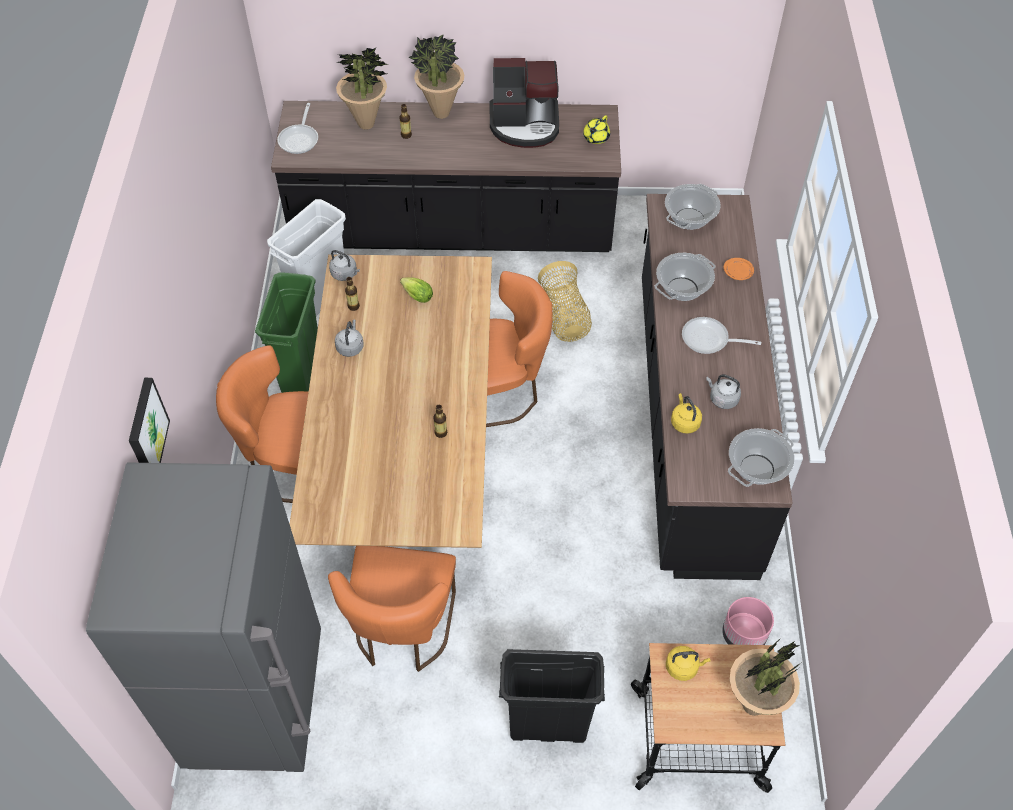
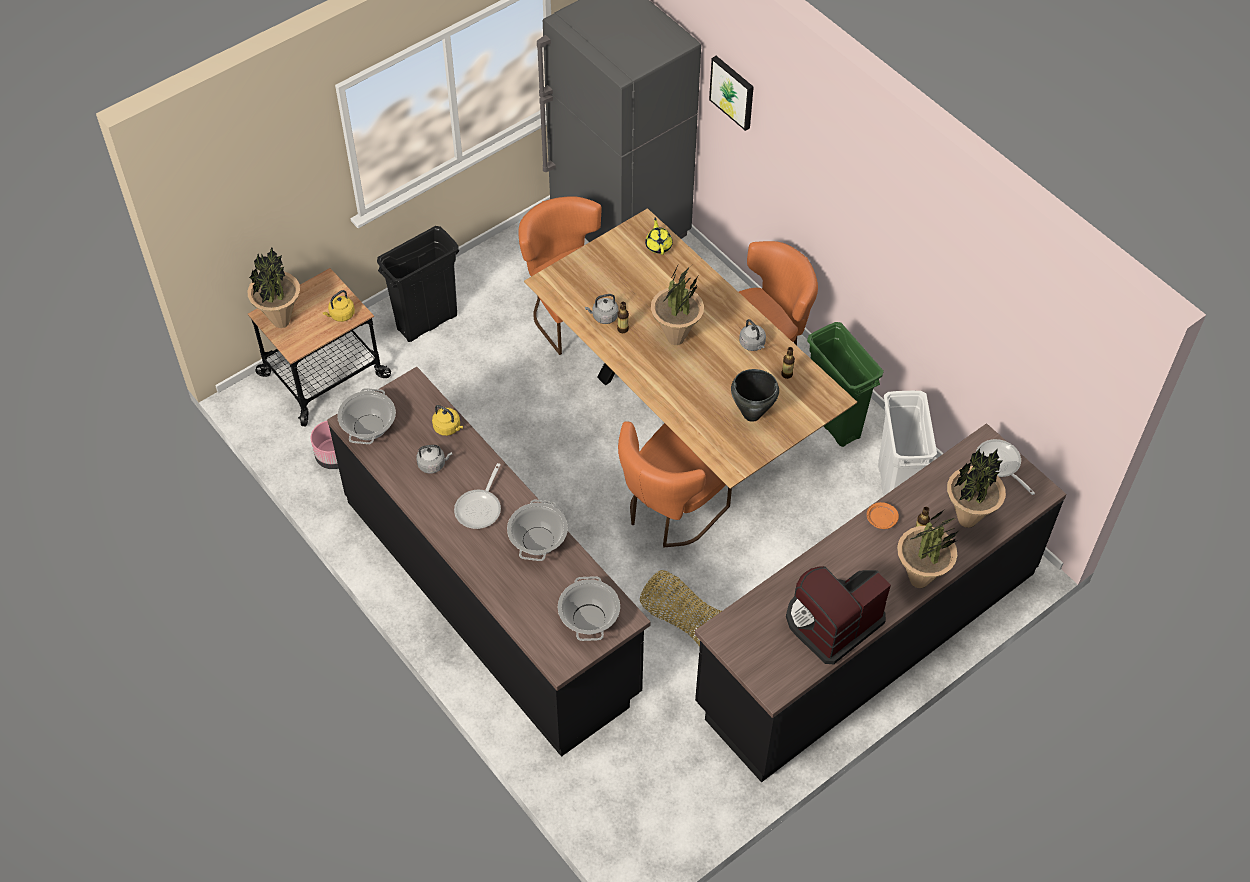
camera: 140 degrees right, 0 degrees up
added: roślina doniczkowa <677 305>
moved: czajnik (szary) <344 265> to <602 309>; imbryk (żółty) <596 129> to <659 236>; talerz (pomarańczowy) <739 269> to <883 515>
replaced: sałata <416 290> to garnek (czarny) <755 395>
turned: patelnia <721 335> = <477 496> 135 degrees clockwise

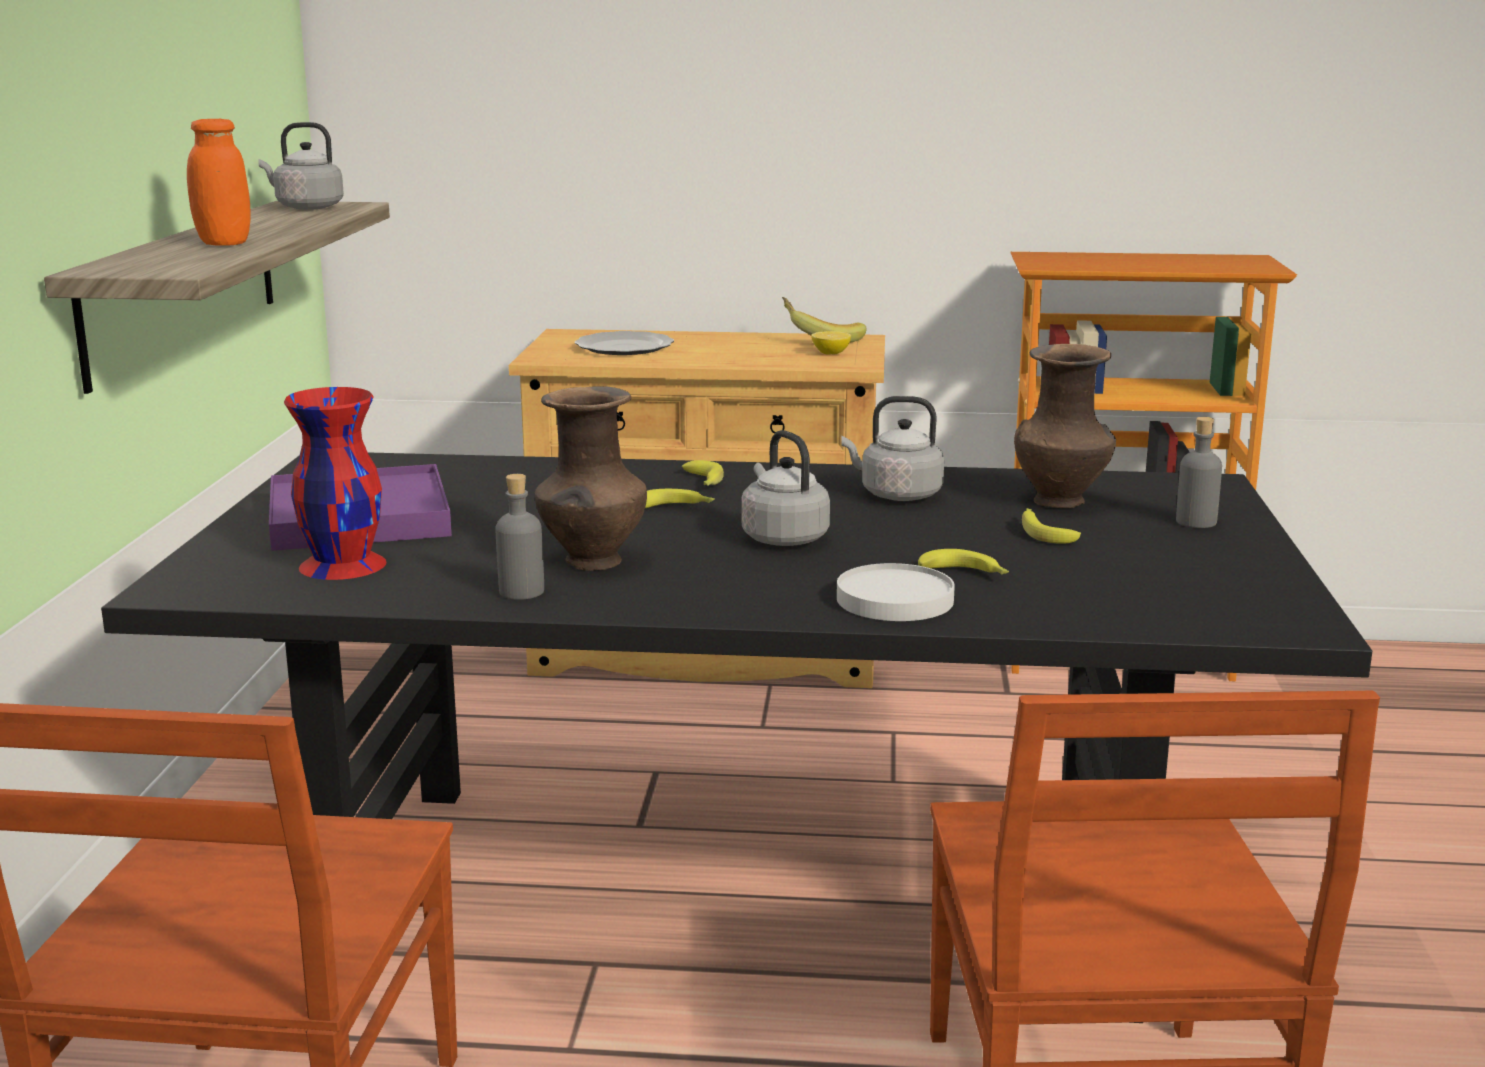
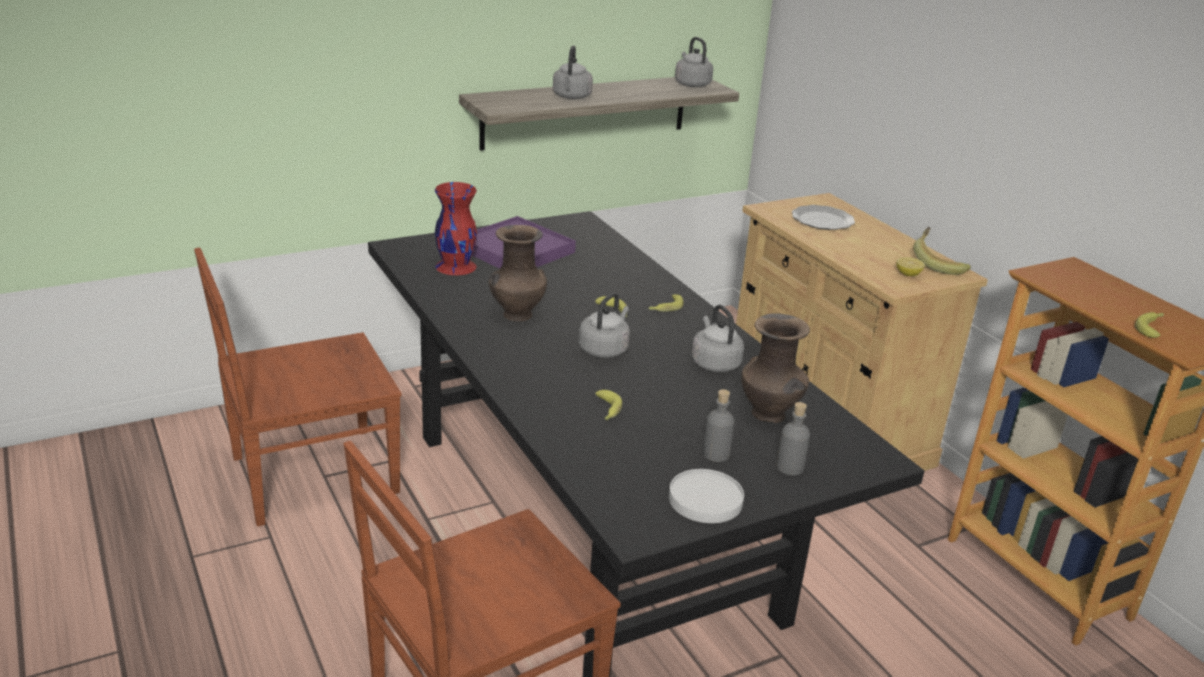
camera: 55 degrees right, 10 degrees up
moved: talerz (biały) <896 592> to <706 496>; butelka (szary) <519 537> to <719 425>; banan <1051 526> to <1149 325>
replaced: słoik (pomarańczowy) <219 182> to czajnik (szary) <573 72>

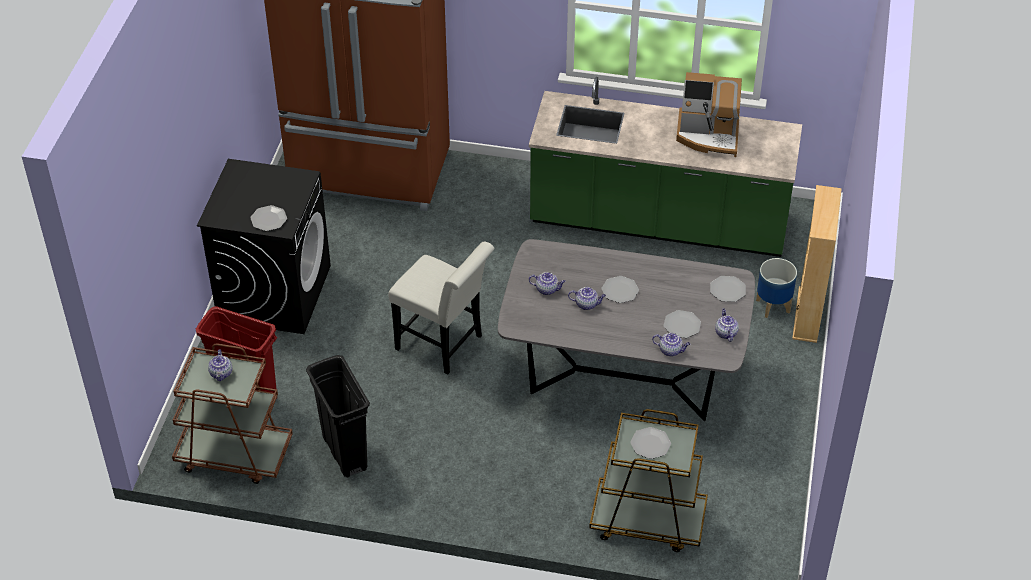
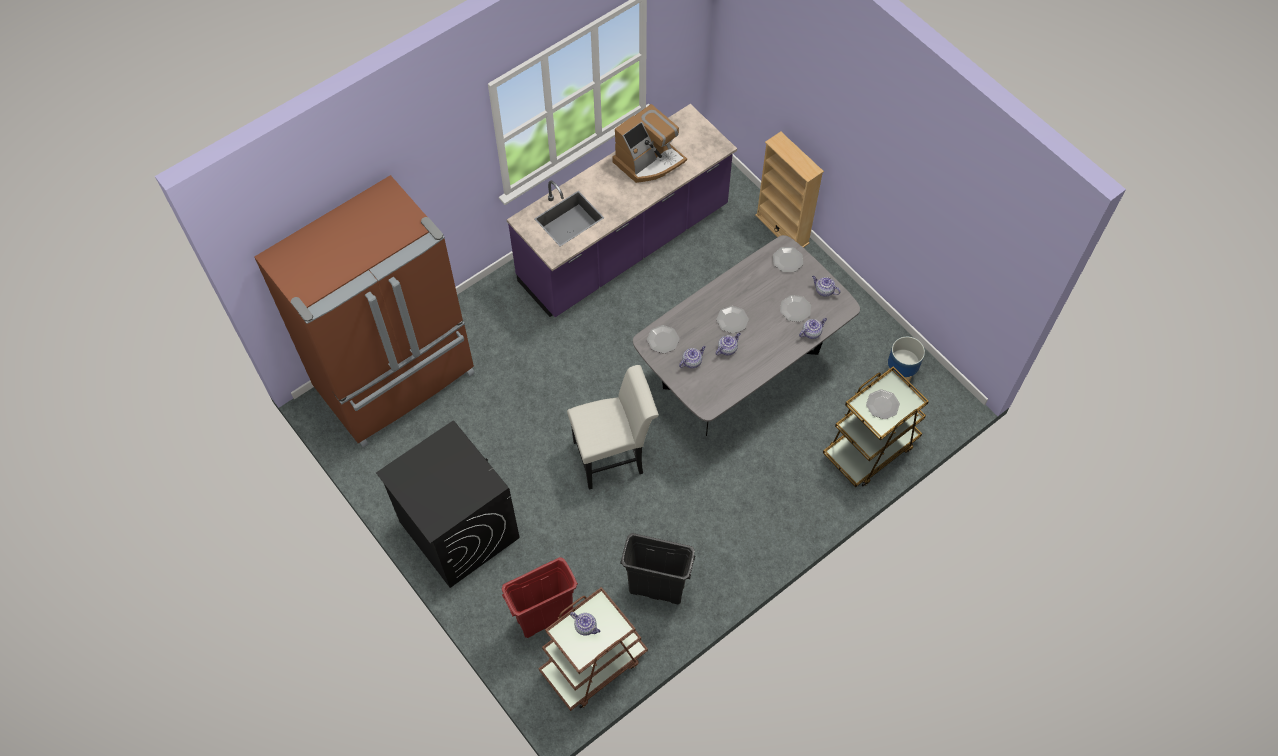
camera: 50 degrees left, 15 degrees up
moved: talerz <268 218> to <663 339>; donica <776 288> to <906 361>
recoloured: zabudowa kuchenna (zielony) <665 167> to zabudowa kuchenna (fioletowy) <622 210>

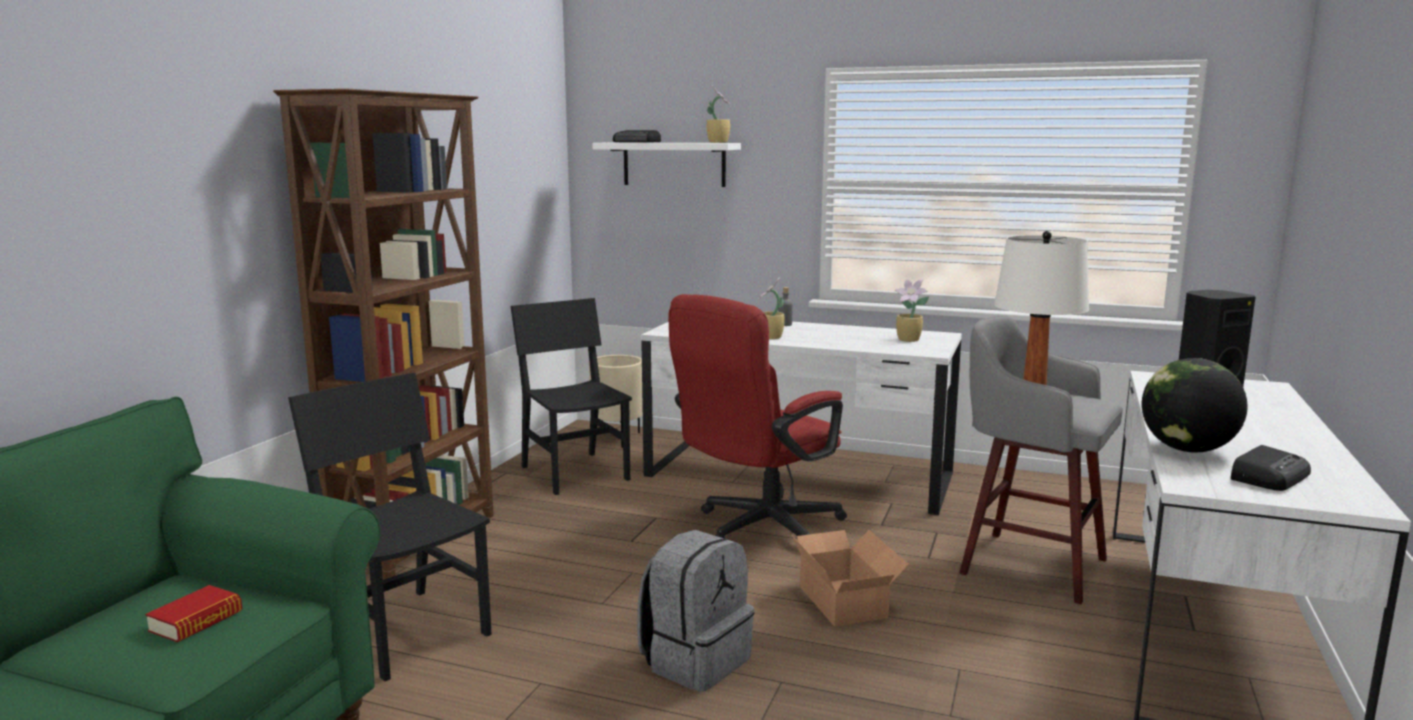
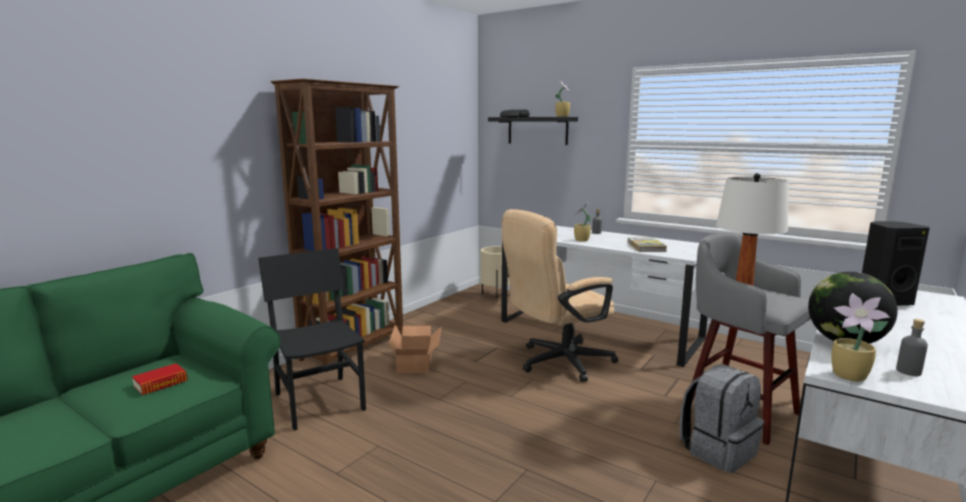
camera: 15 degrees right, 0 degrees up
removed: krzesło (czarny) <571 396>
added: książka <647 244>
moved: karton <850 578> to <415 349>; plecak (szary) <695 611> to <722 418>; roślina doniczkowa <912 310> to <860 337>
replaced: radio <1271 468> to butelka (szary) <912 347>
recoloured: półka (biały) <666 164> to półka (czarny) <533 131>; krzesło biurowe (czerwony) <757 416> to krzesło biurowe (beżowy) <560 295>

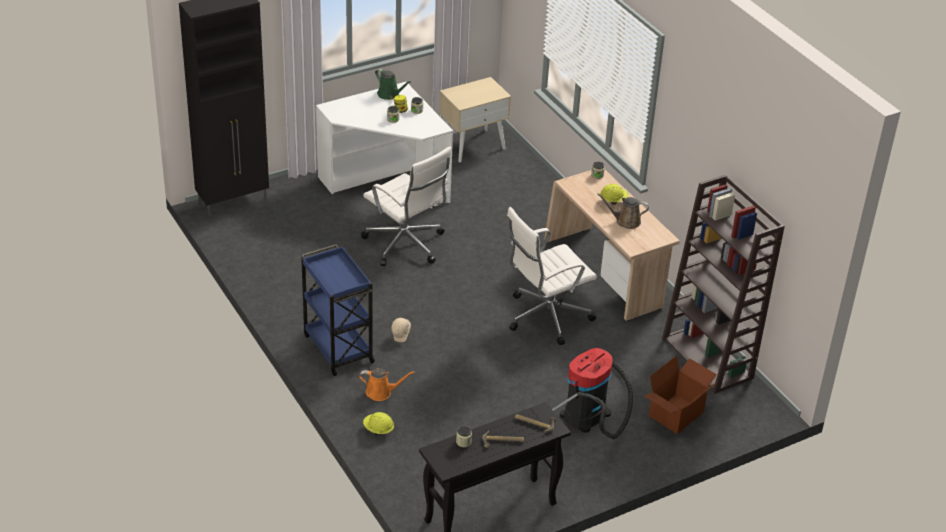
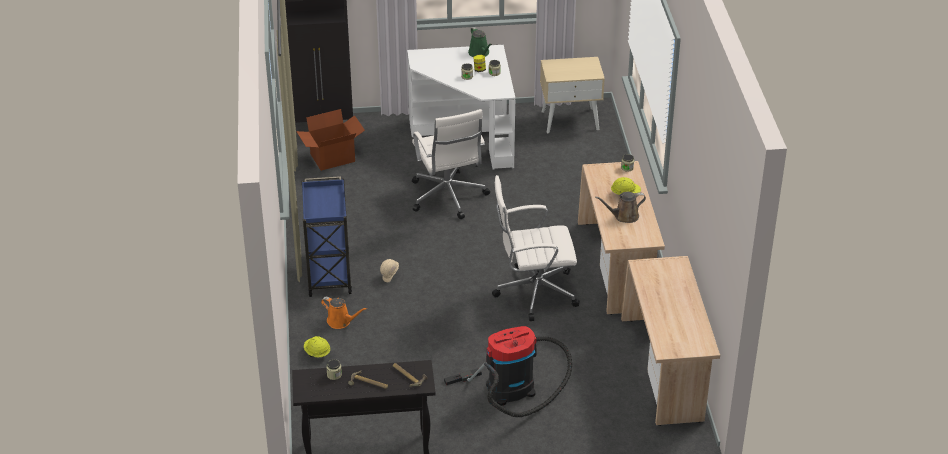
camera: 25 degrees right, 0 degrees up
moved: karton <681 394> to <330 140>
replaced: regał (brązowy) <723 284> to biurko (beżowy) <670 341>
turned: konewka (brązowy) <623 211> = <620 207> 45 degrees counterclockwise

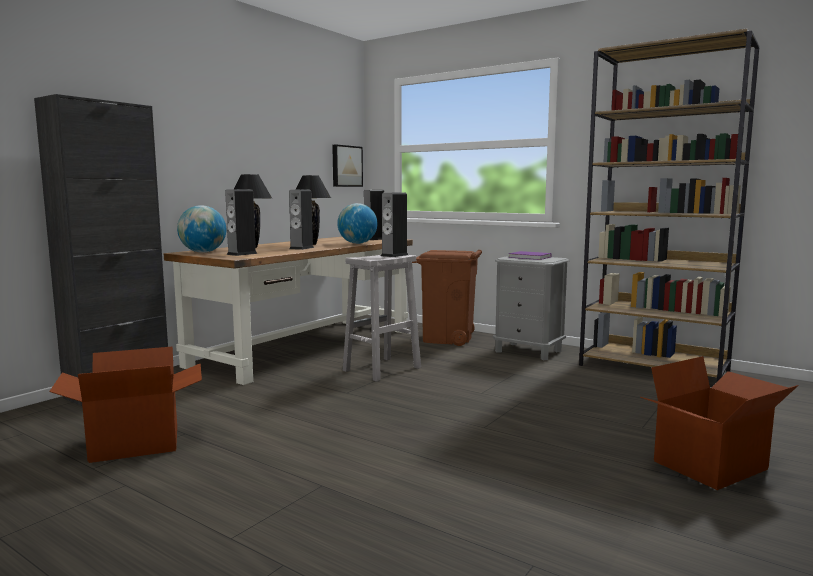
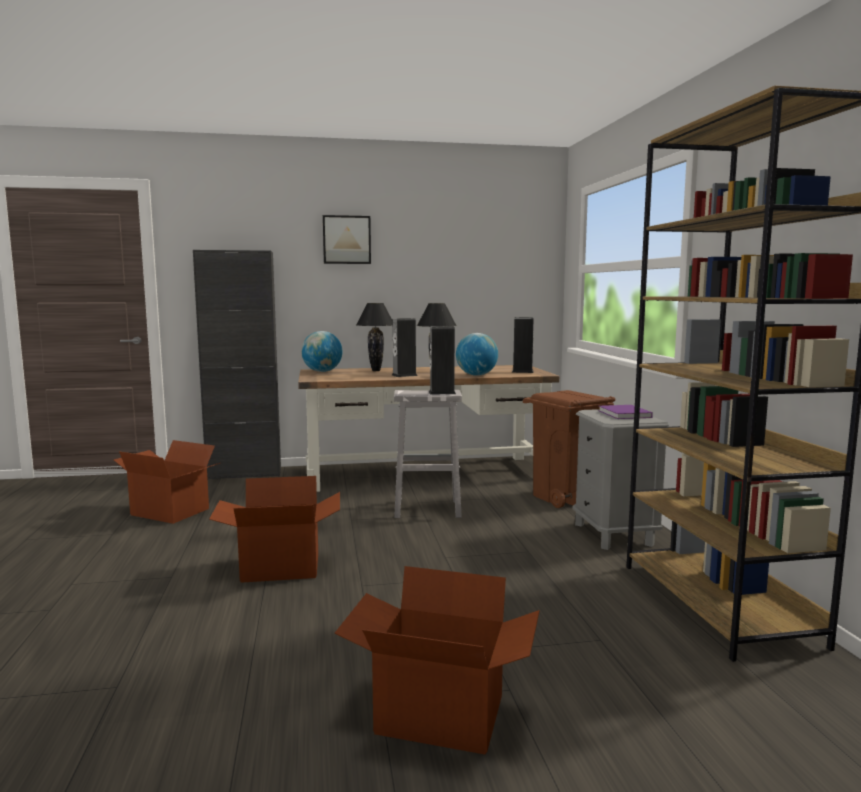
camera: 45 degrees right, 0 degrees up
removed: głośnik <241 222>
added: karton <274 529>
moved: obraz <347 165> to <347 239>

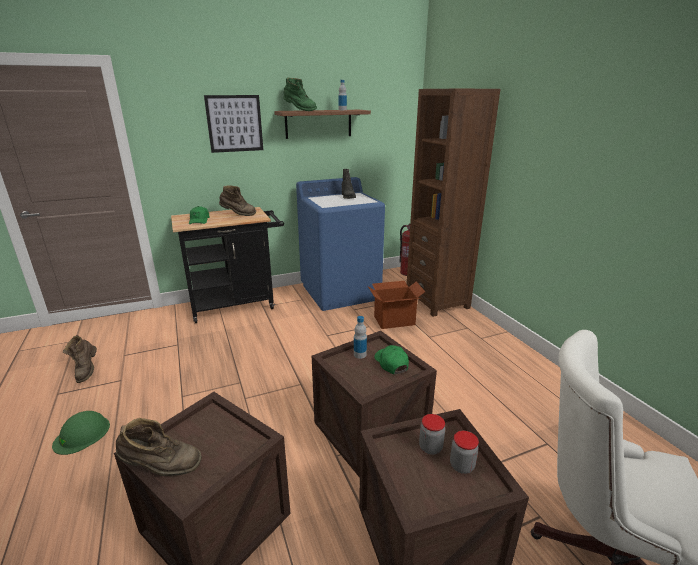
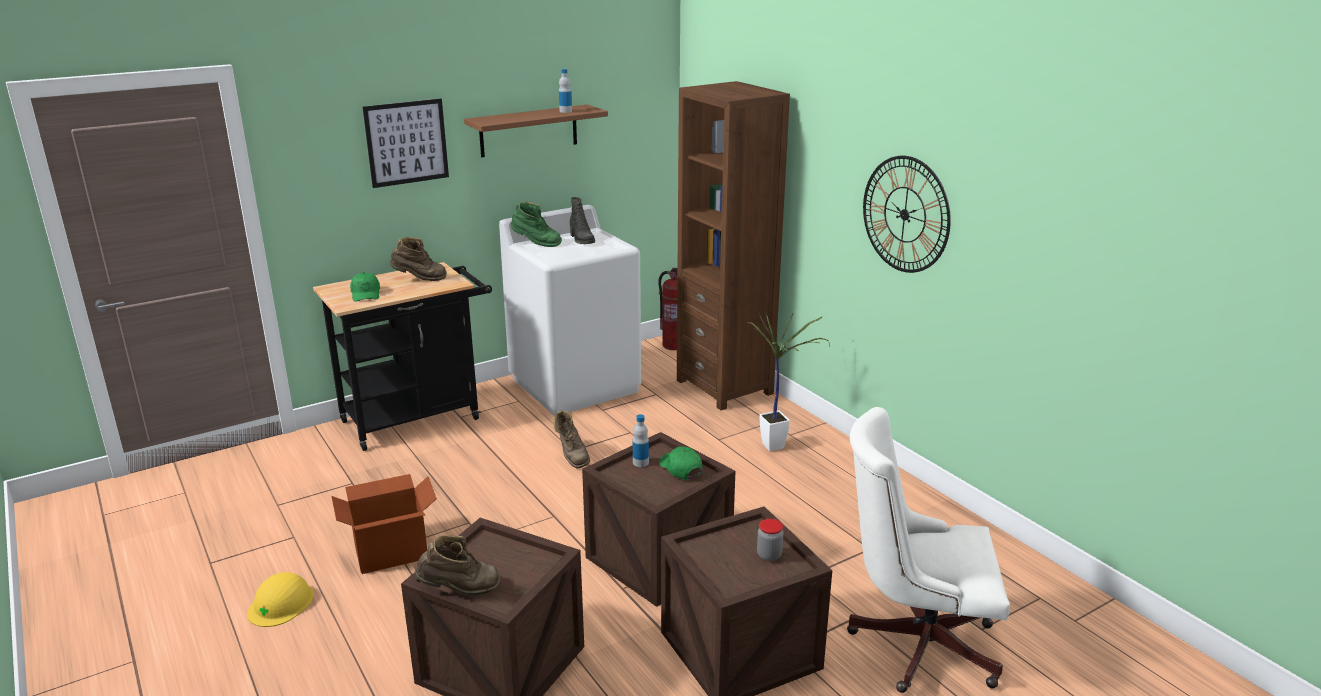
camera: 10 degrees left, 0 degrees up
removed: słoik <432 434>
added: roślina doniczkowa <788 381>; zegar ścienny <907 214>
moved: karton <396 305> to <384 524>; but z cholewką (zielony) <300 94> to <536 224>; but z cholewką (brązowy) <80 359> to <572 439>
recoloured: kask (zielony) <81 433> to kask (żółty) <280 599>; pralka (niebieski) <340 244> to pralka (biały) <570 310>

